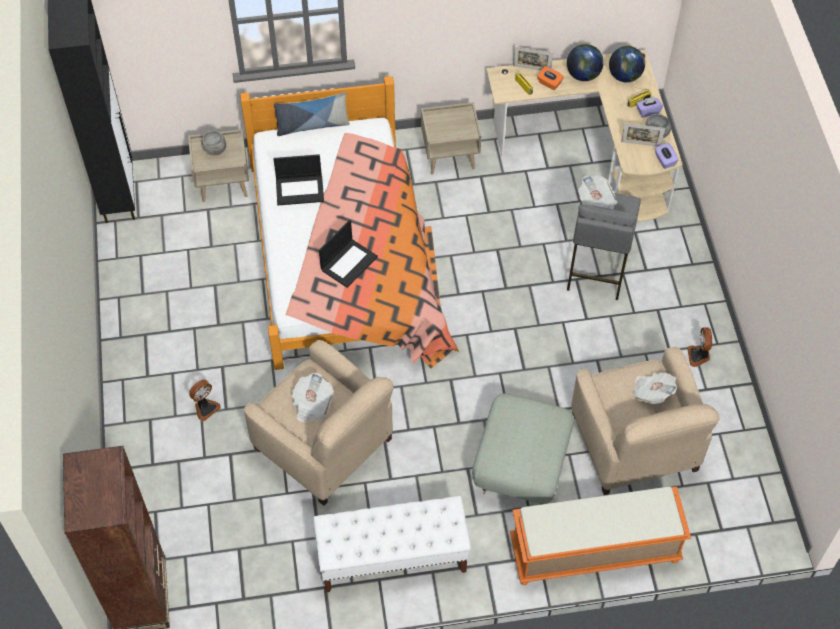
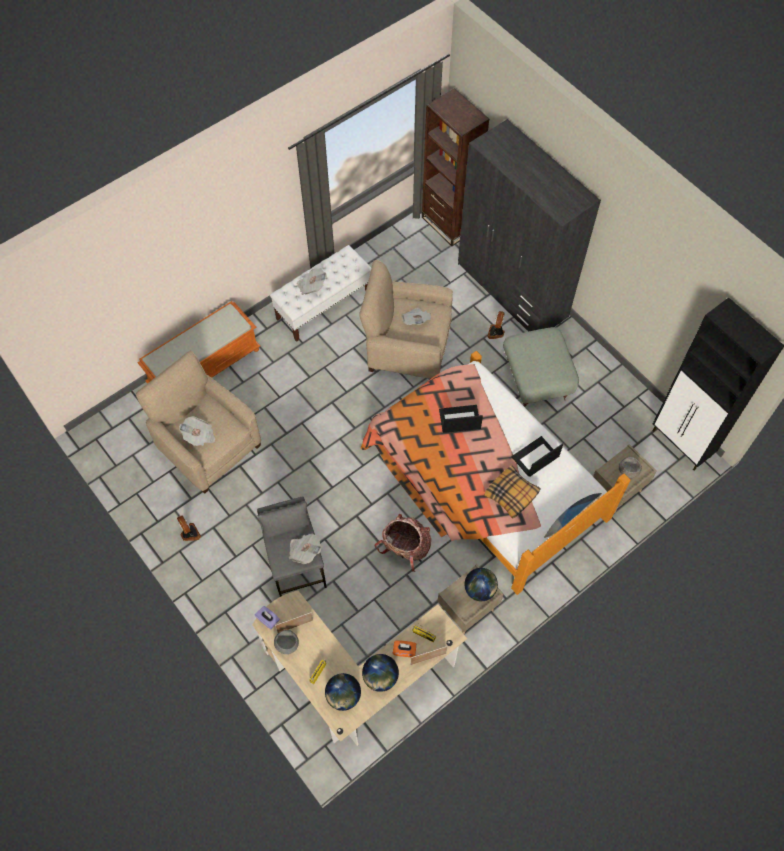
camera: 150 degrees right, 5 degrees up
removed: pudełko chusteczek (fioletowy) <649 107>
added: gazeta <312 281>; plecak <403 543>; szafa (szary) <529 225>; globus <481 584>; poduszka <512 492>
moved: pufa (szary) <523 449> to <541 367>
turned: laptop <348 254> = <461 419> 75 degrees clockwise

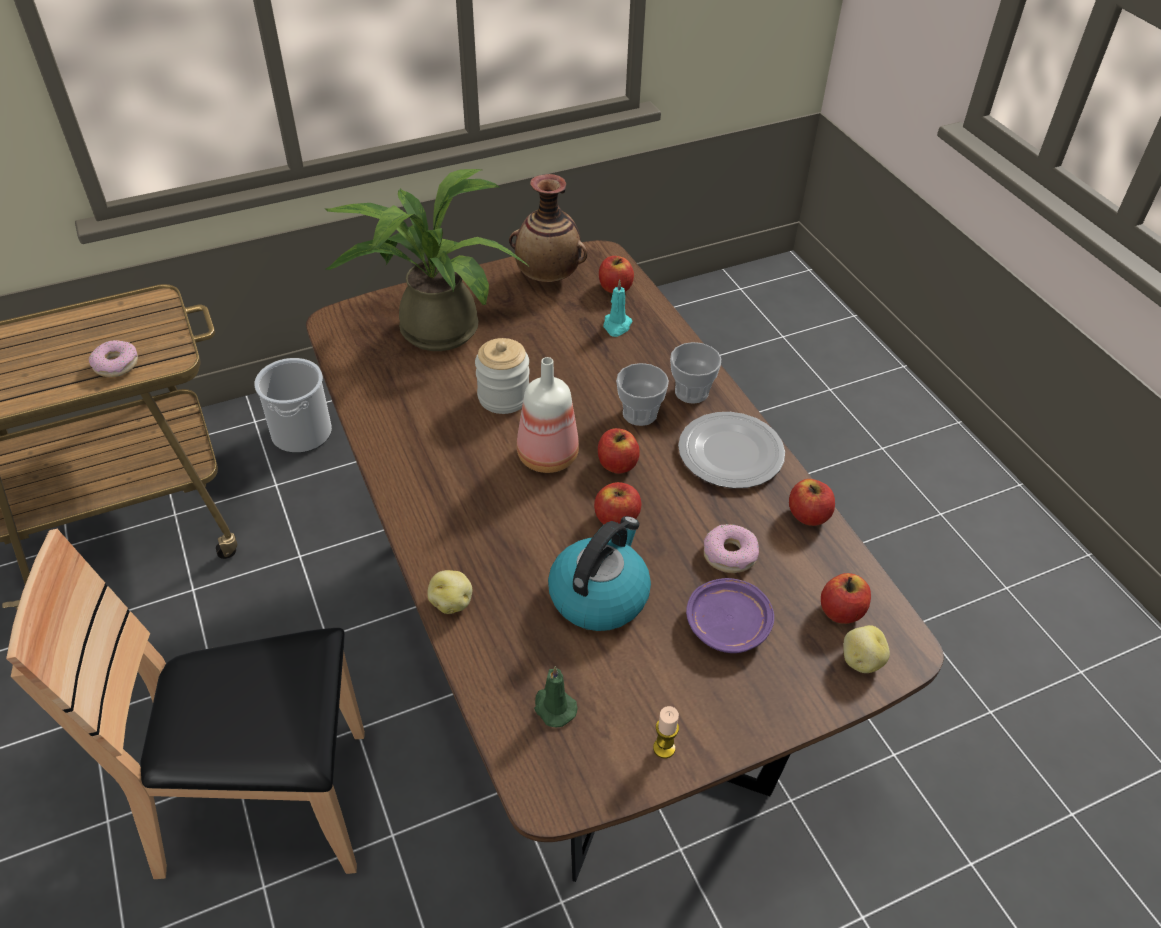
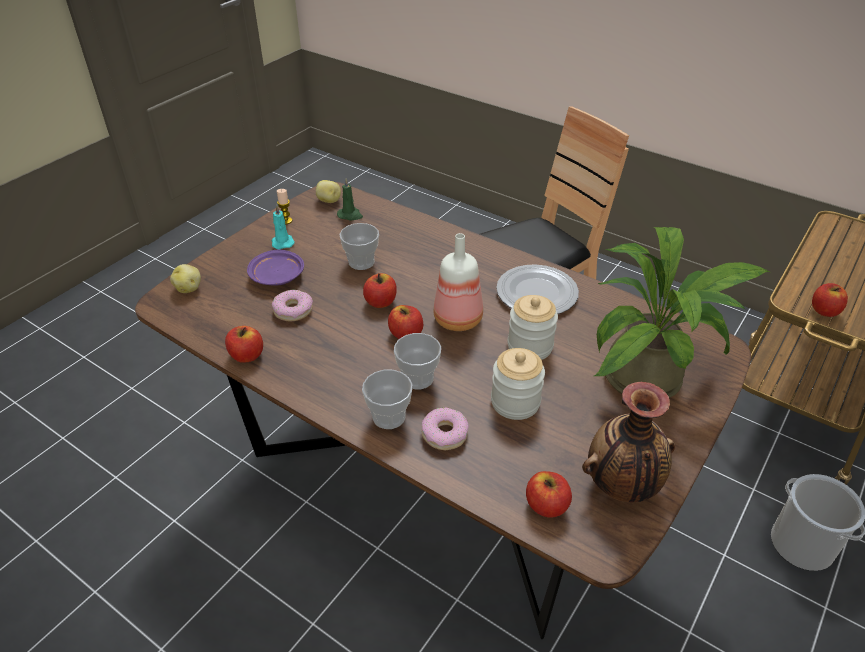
camera: 150 degrees right, 5 degrees down
added: słoik <518 384>
moved: świeca (turkusowy) <617 308> to <283 227>; ziemniak <449 592> to <328 191>; donut <113 358> to <445 429>; talerz <731 450> to <537 289>; jabłko <846 598> to <830 300>
replaced: czajnik <599 573> to filiżanka <359 246>

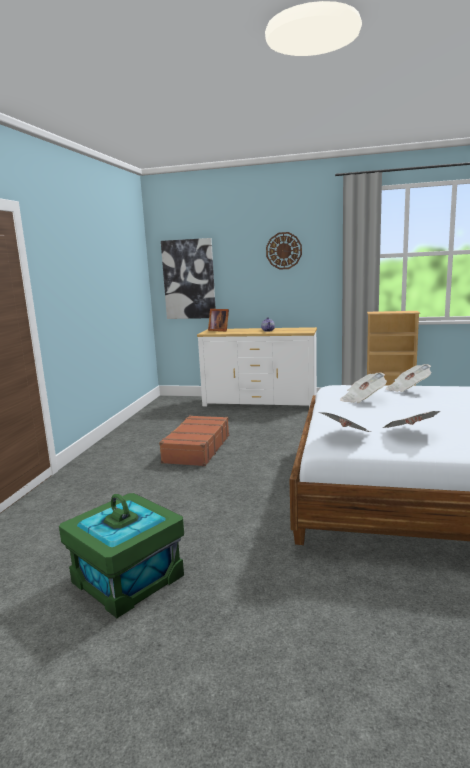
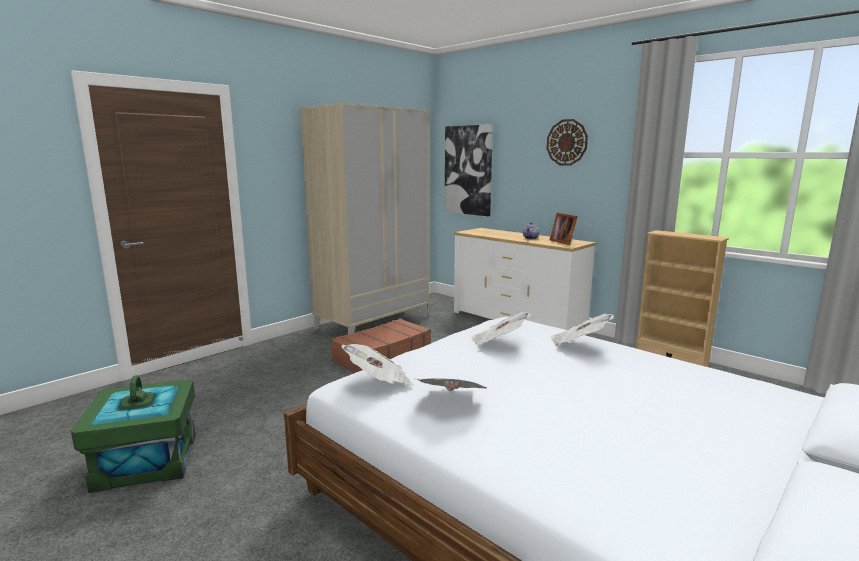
camera: 30 degrees right, 0 degrees up
added: szafa (beżowy) <364 218>
moved: ramka na zdjęcie <218 320> to <564 229>

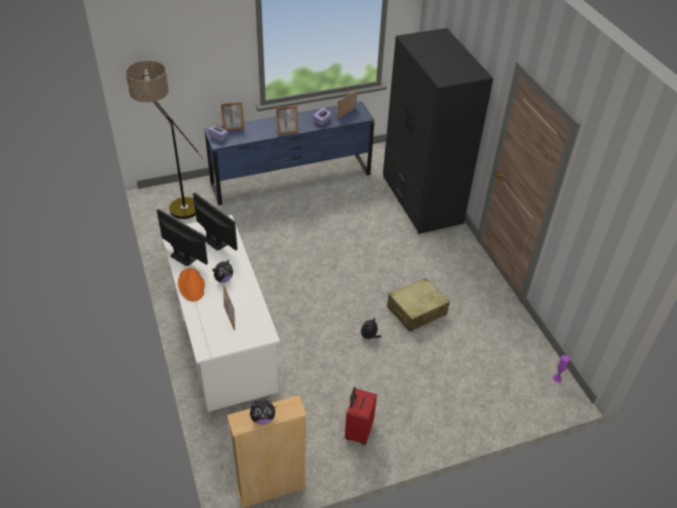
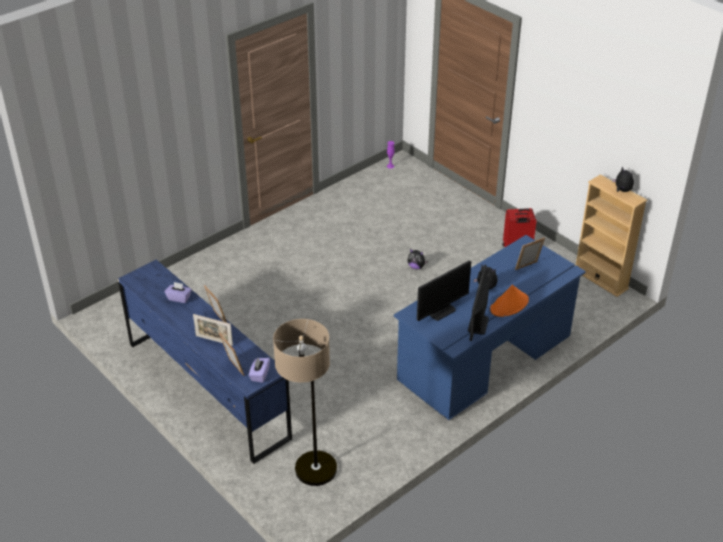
camera: 110 degrees left, 5 degrees down
removed: szafa (czarny) <438 131>; walizka (beżowy) <418 305>
moved: ramka na zdjęcie <347 104> to <213 330>
recoloured: biurko (biały) <221 313> to biurko (niebieski) <490 327>
turned: monitor <215 221> = <444 290> 150 degrees counterclockwise

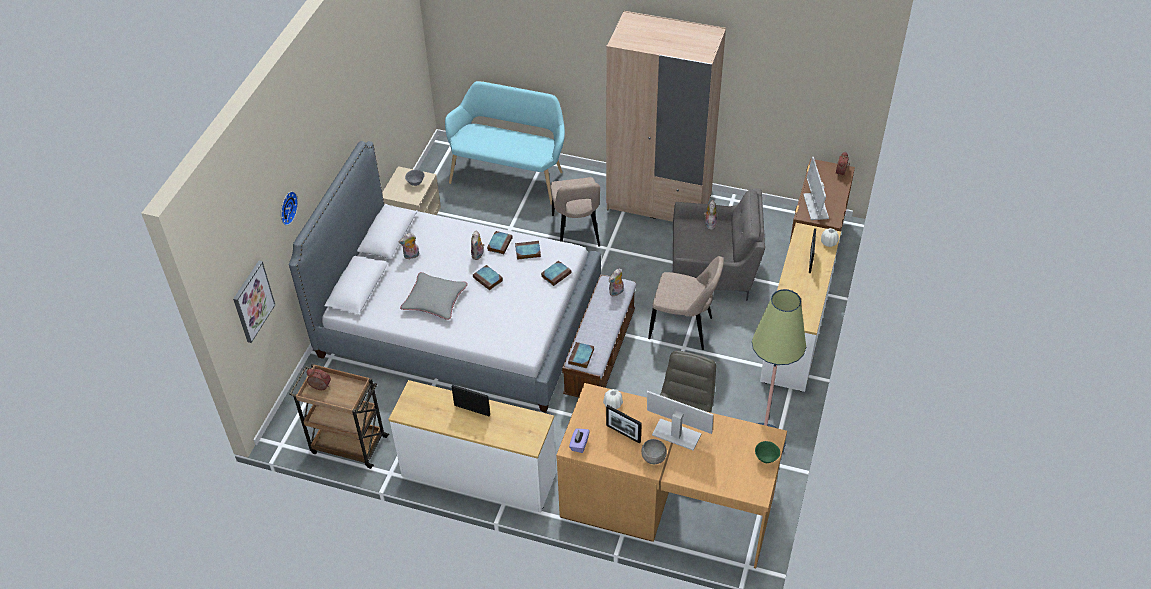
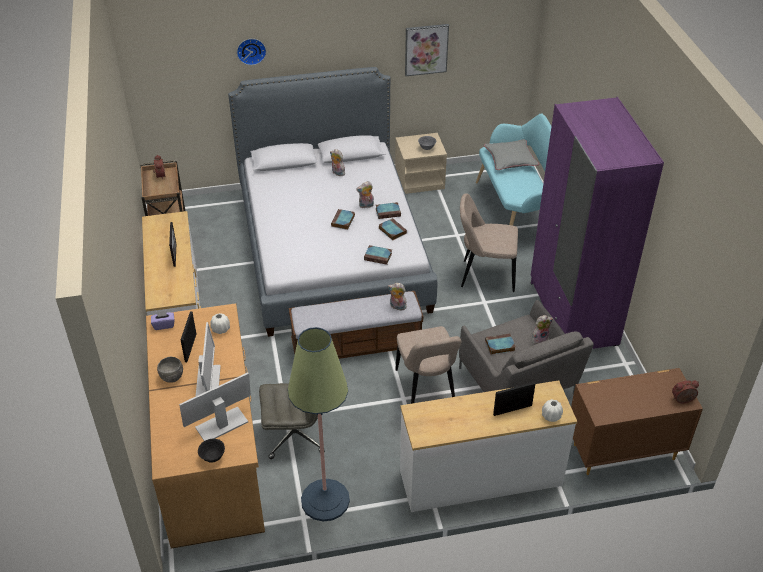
camera: 60 degrees right, 5 degrees down
moved: monitor <816 188> to <215 406>; obraz <254 302> to <427 50>; poduszka (szary) <434 296> to <511 154>; książka <581 355> to <500 344>
recoloured: miska (zielony) <767 452> to miska (czarny) <211 451>; szafa (beżowy) <666 116> to szafa (fioletowy) <597 223>
turned: krzesło (beżowy) <575 212> = <489 242> 45 degrees clockwise

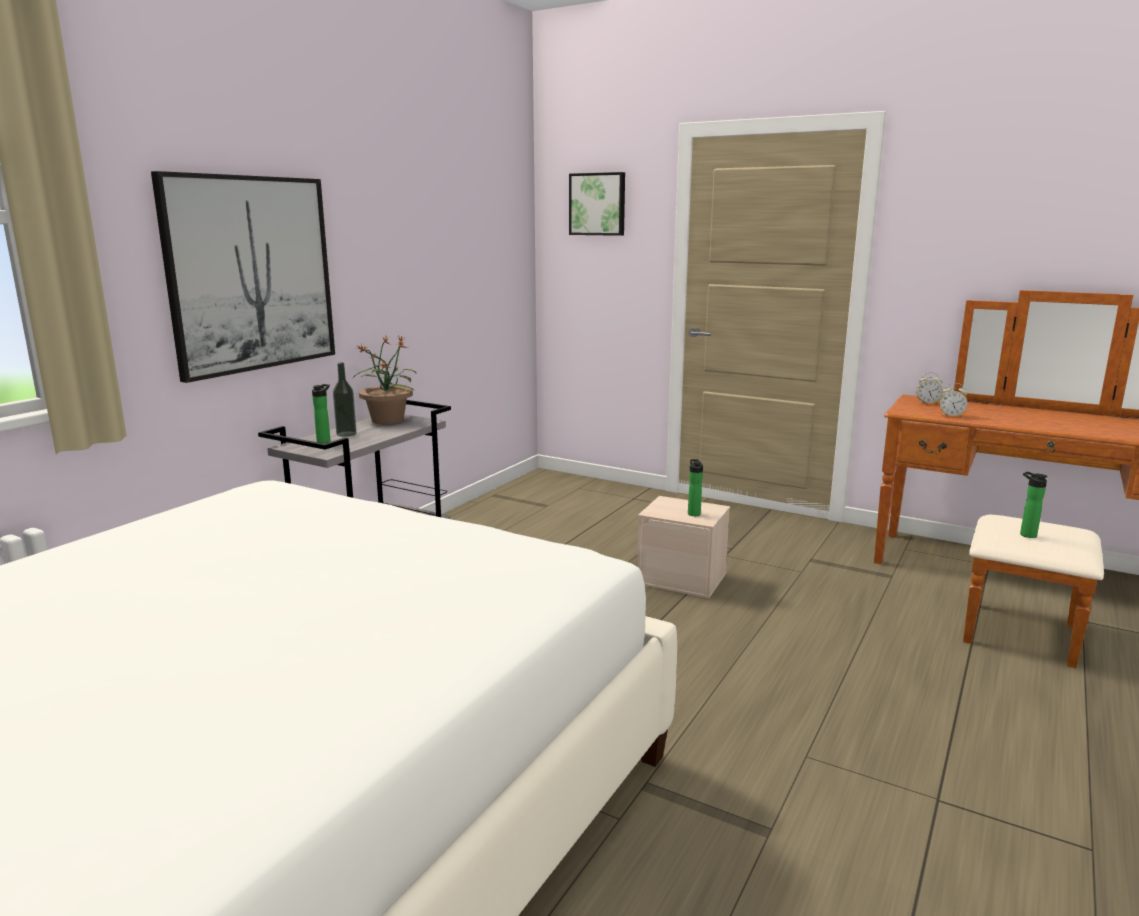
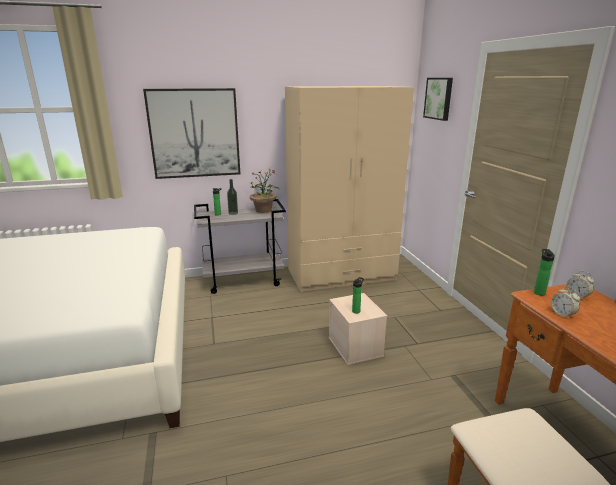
camera: 45 degrees right, 5 degrees up
added: szafa (beżowy) <349 189>
moved: butelka <1034 505> to <544 272>

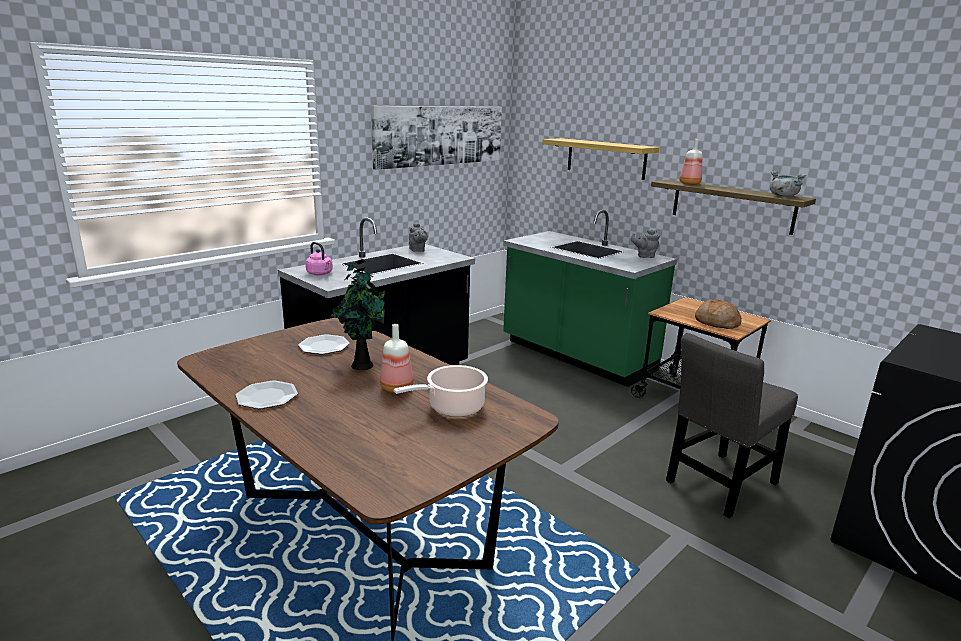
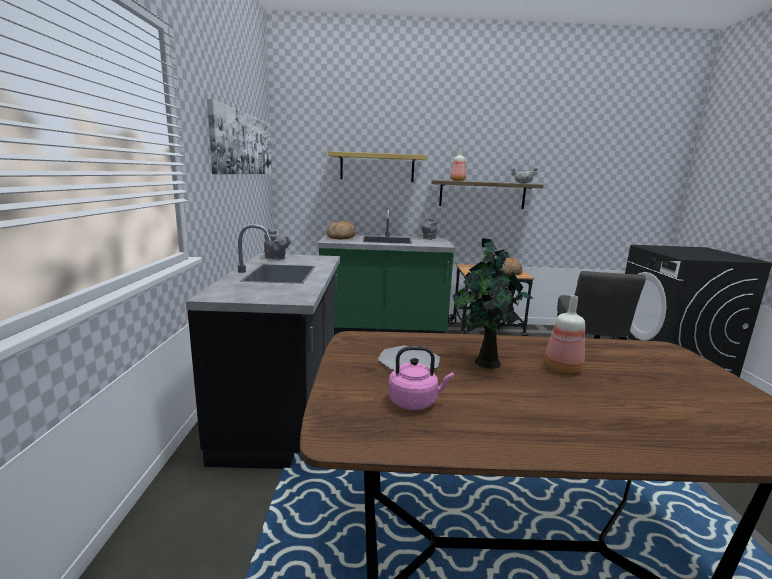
camera: 45 degrees left, 5 degrees down
removed: talerz <267 394>; garnek <441 391>
added: chleb <341 230>
moved: czajnik (różowy) <319 258> to <421 378>

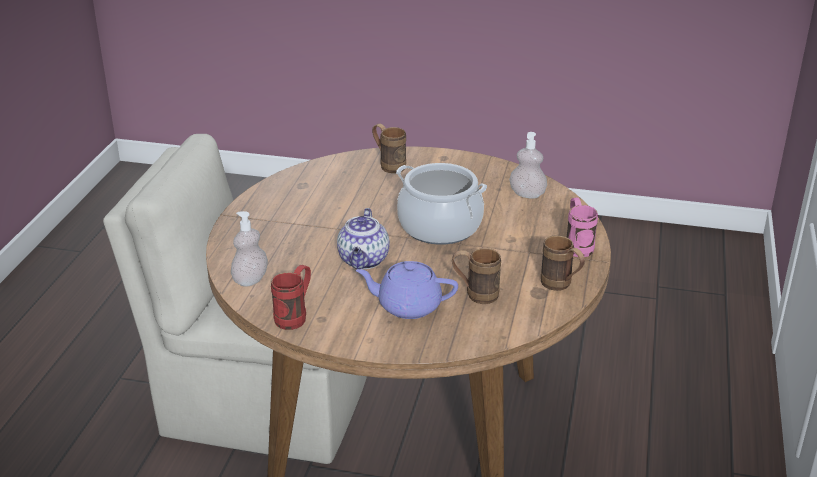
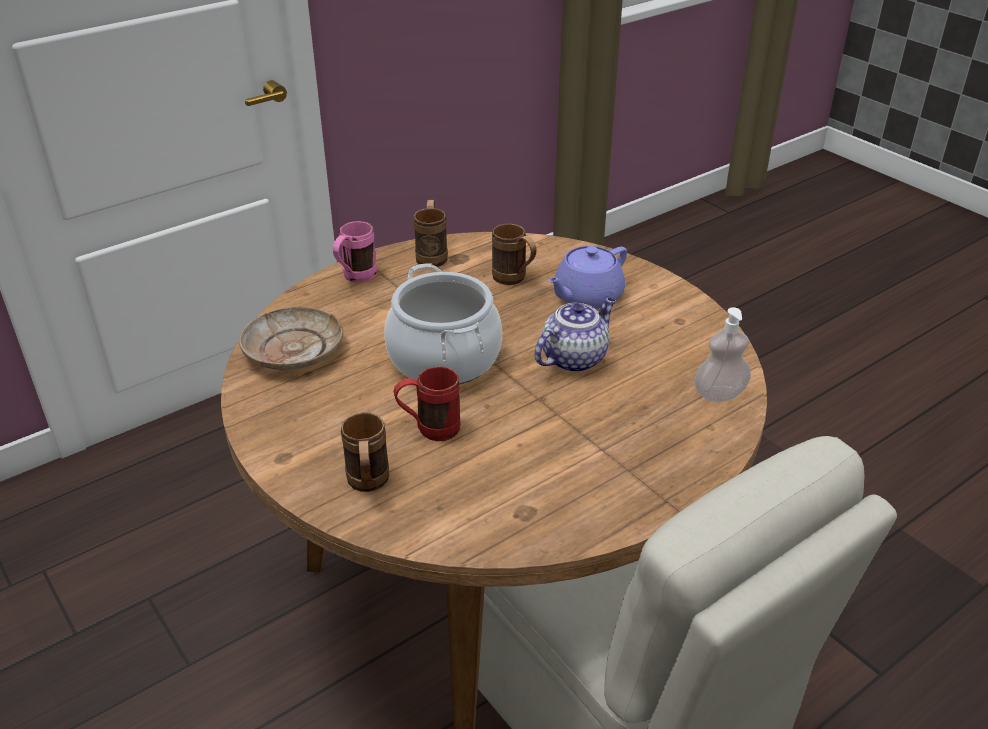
camera: 140 degrees left, 5 degrees up
moved: kubek (czerwony) <291 297> to <427 403>
replaced: dozownik mydła <528 165> to talerz (beżowy) <291 338>
turned: imbryk (fioletowy) <406 290> = <587 277> 90 degrees clockwise

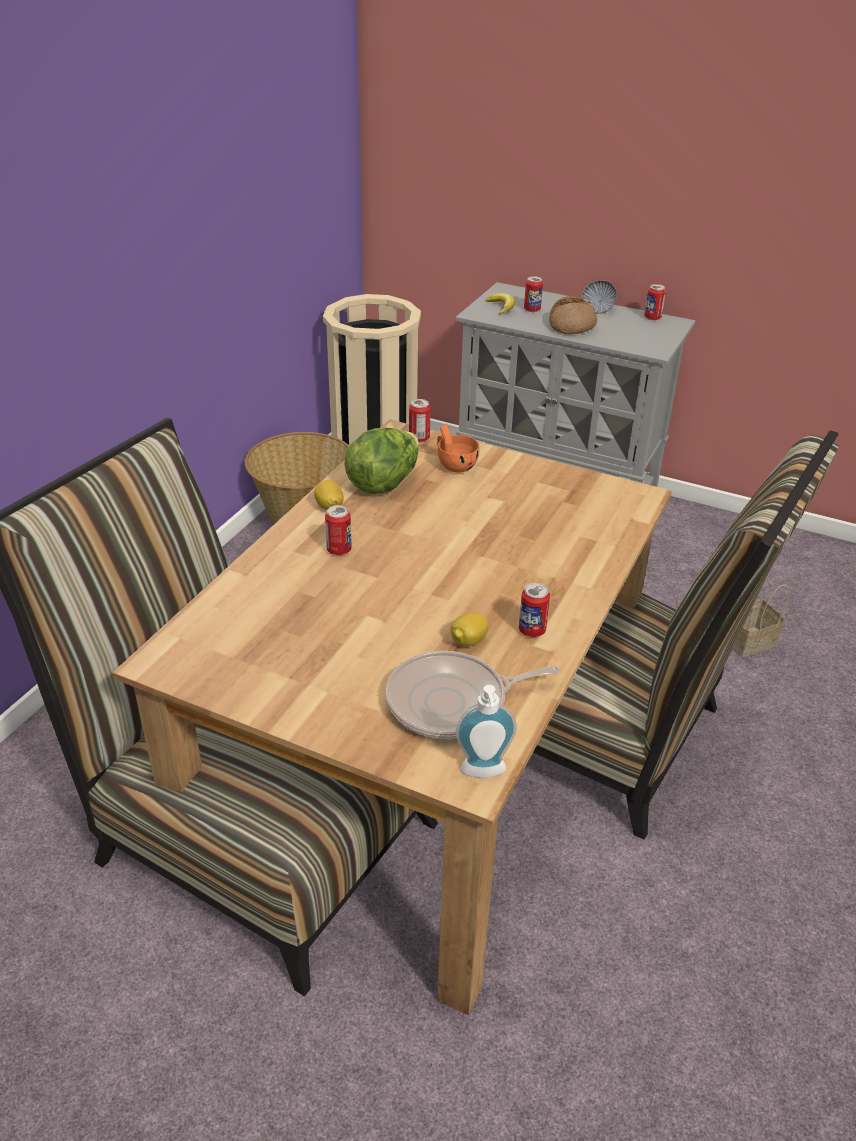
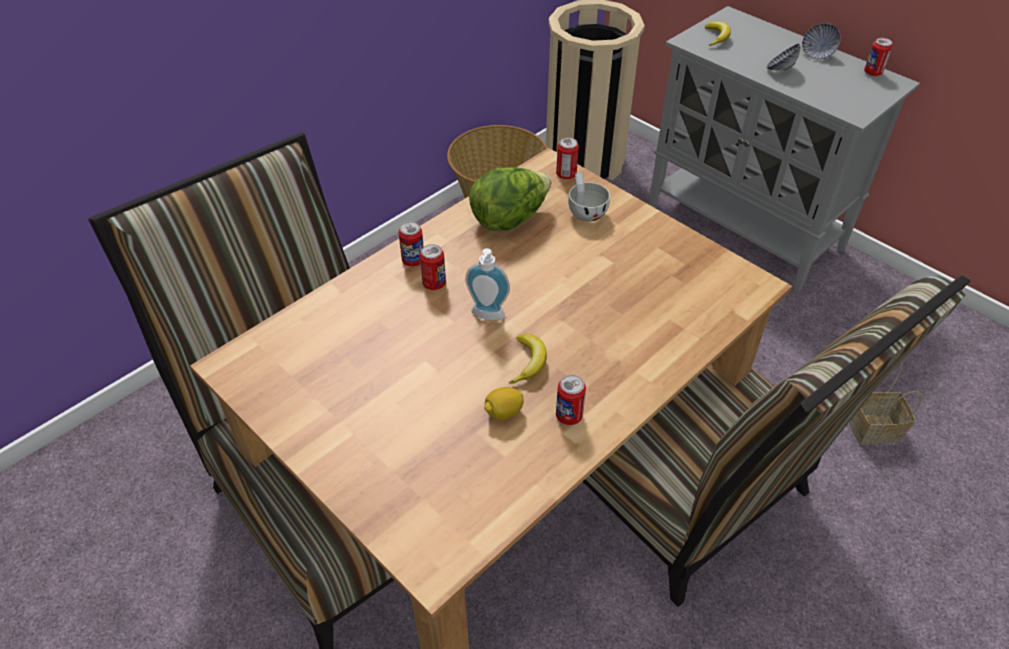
camera: 20 degrees right, 10 degrees up
removed: cytryna <329 495>; patelnia <473 695>
added: banan <528 359>
moved: puszka <533 294> to <411 244>; dozownik mydła <486 731> to <487 284>
replaced: chleb <573 315> to miska <783 57>
recoloured: filiżanka (pomarańczowy) <458 449> to filiżanka (biały) <589 197>

